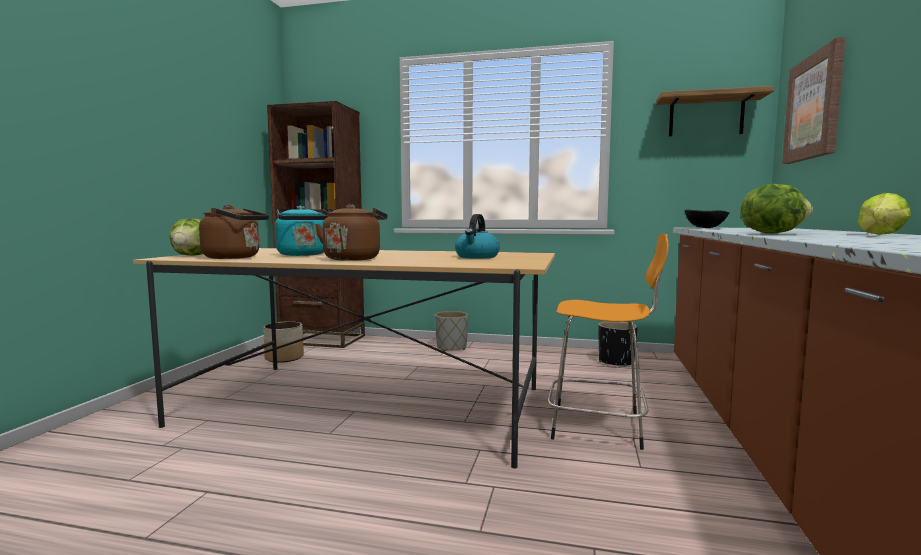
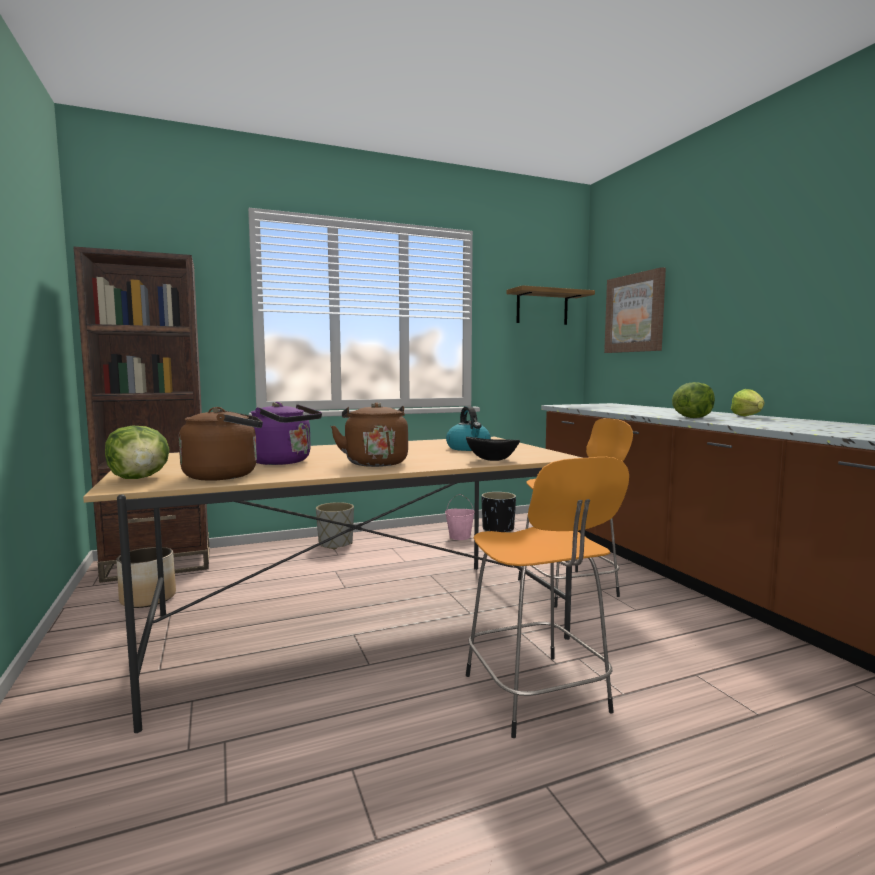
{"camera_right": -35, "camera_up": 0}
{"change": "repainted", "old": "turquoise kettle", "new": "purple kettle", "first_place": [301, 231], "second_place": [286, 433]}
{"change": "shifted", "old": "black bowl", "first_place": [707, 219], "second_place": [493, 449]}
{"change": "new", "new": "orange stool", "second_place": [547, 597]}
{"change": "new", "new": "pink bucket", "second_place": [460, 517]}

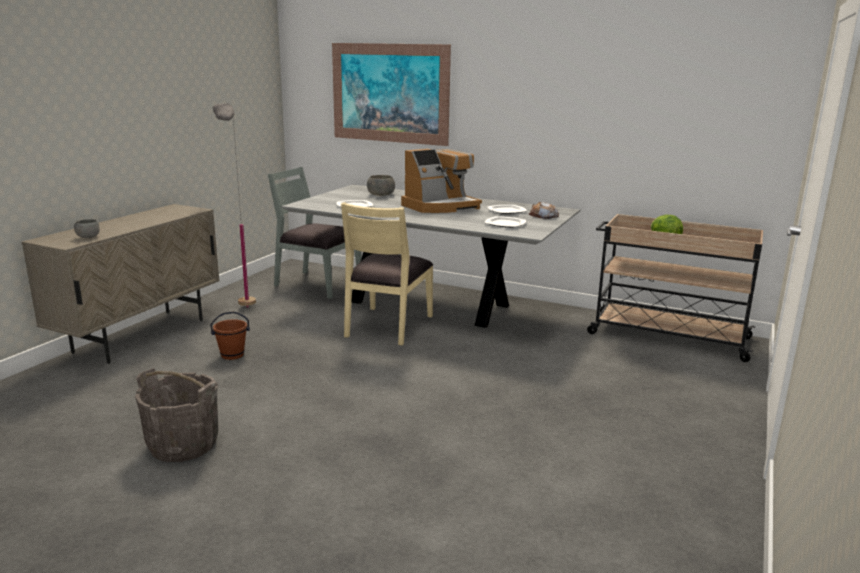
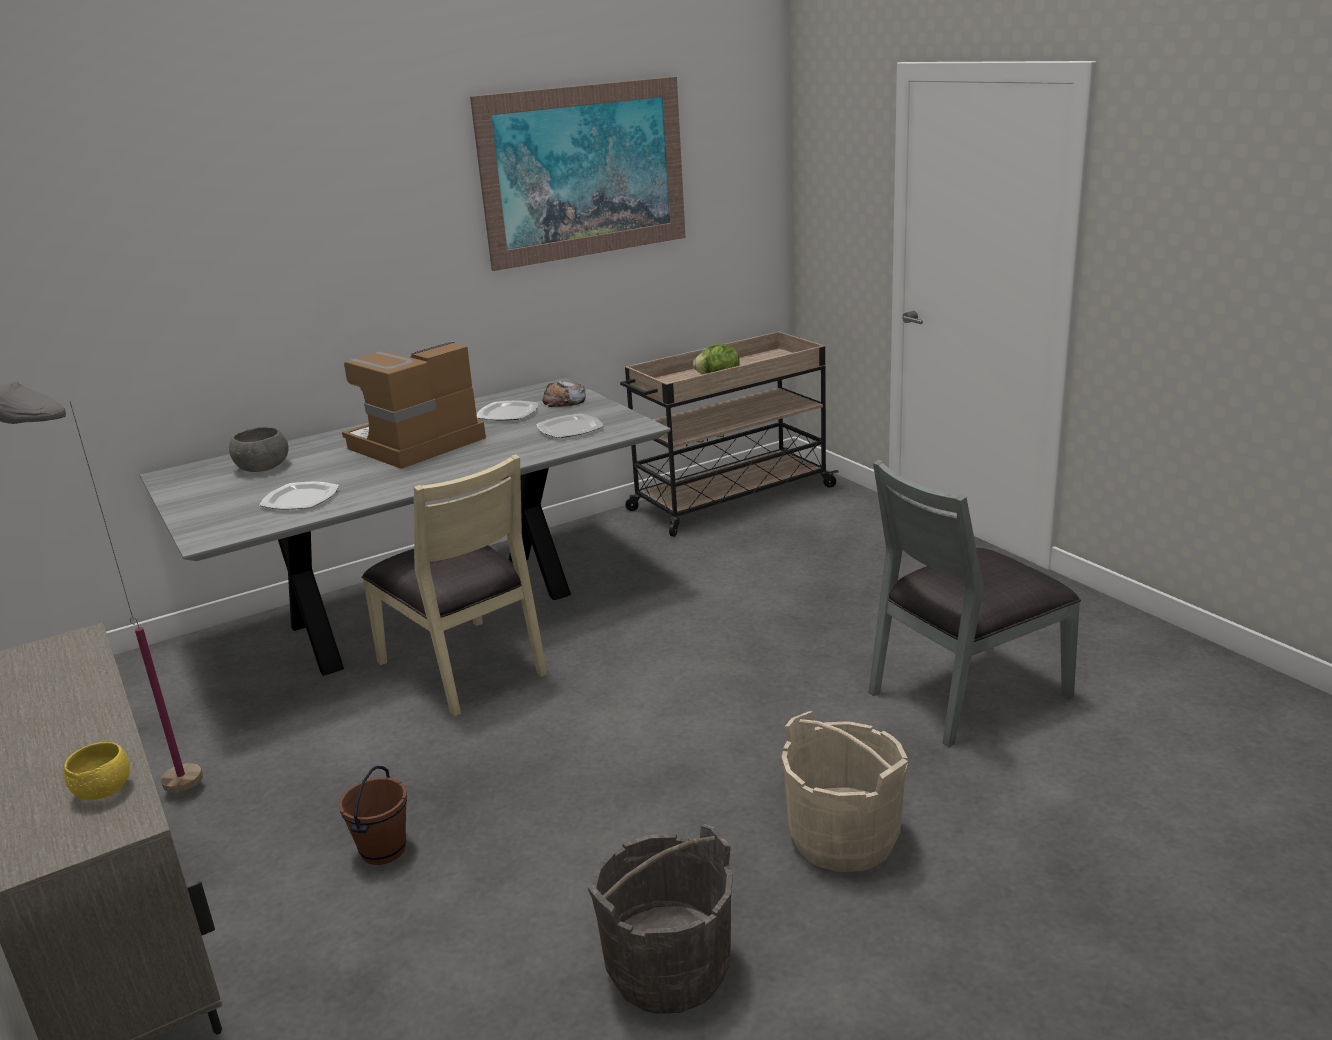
{"camera_right": -55, "camera_up": 5}
{"change": "shifted", "old": "picture", "first_place": [391, 94], "second_place": [578, 174]}
{"change": "rotated", "old": "coffee machine", "first_place": [441, 181], "second_place": [414, 405], "degrees": -135}
{"change": "shifted", "old": "grey chair", "first_place": [315, 233], "second_place": [975, 603]}
{"change": "repainted", "old": "grey bowl", "new": "yellow bowl", "first_place": [87, 228], "second_place": [97, 771]}
{"change": "new", "new": "beige bucket", "second_place": [844, 791]}

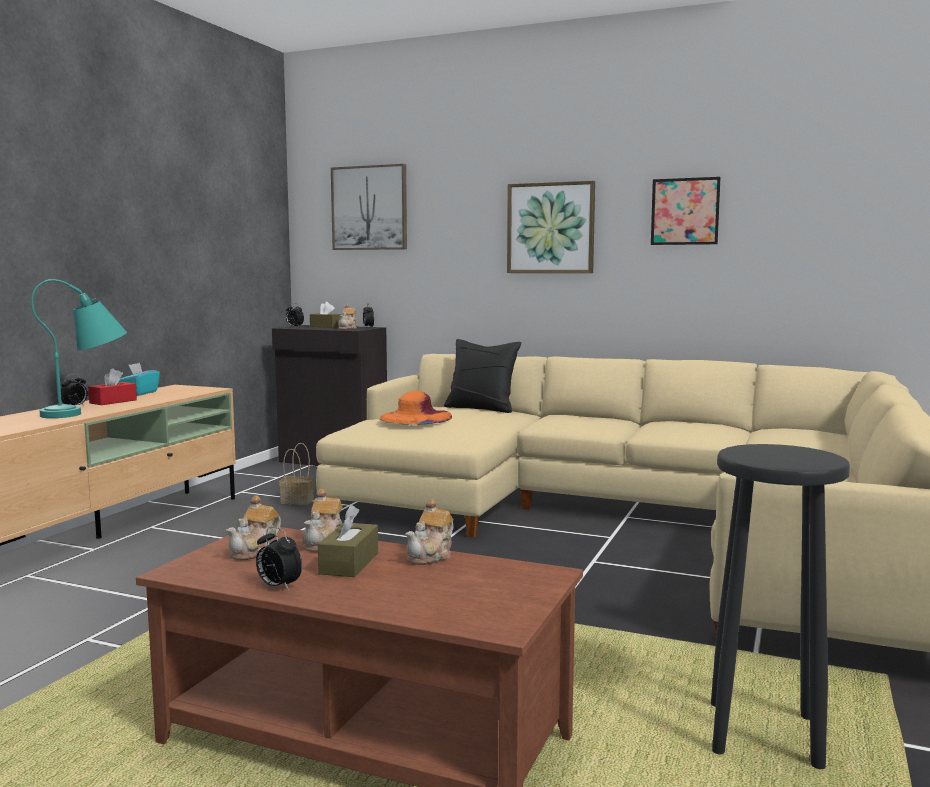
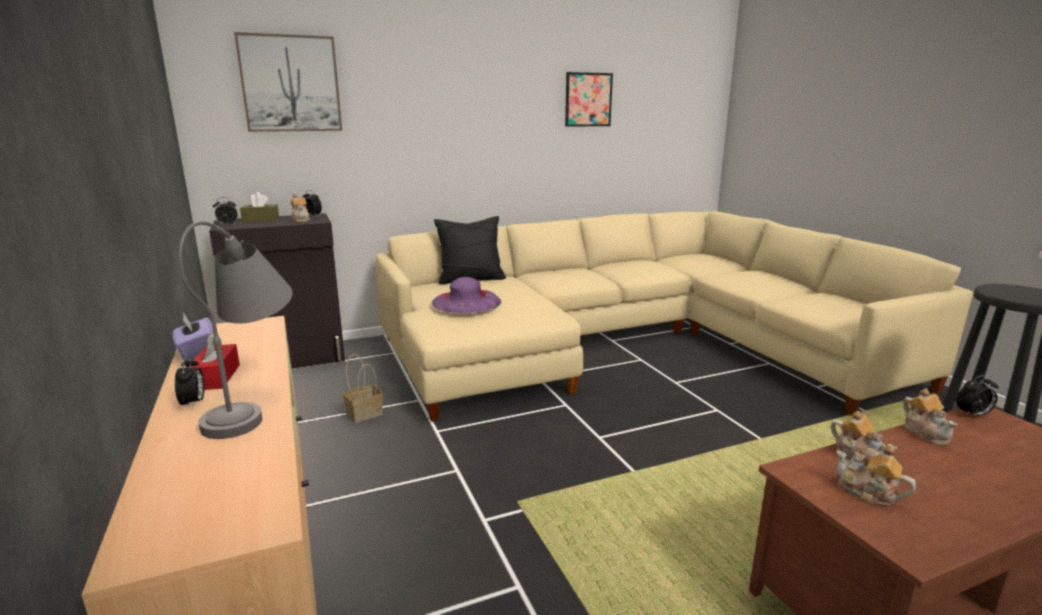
{"camera_right": -45, "camera_up": 10}
{"change": "gone", "old": "picture", "first_place": [551, 227]}
{"change": "repainted", "old": "turquoise table lamp", "new": "grey table lamp", "first_place": [79, 348], "second_place": [235, 330]}
{"change": "repainted", "old": "turquoise tissue box", "new": "purple tissue box", "first_place": [139, 379], "second_place": [193, 338]}
{"change": "repainted", "old": "orange hat", "new": "purple hat", "first_place": [415, 408], "second_place": [466, 295]}
{"change": "rotated", "old": "teapot", "first_place": [253, 528], "second_place": [876, 475], "degrees": 150}
{"change": "gone", "old": "brown tissue box", "first_place": [348, 541]}
{"change": "shifted", "old": "alarm clock", "first_place": [279, 558], "second_place": [977, 396]}

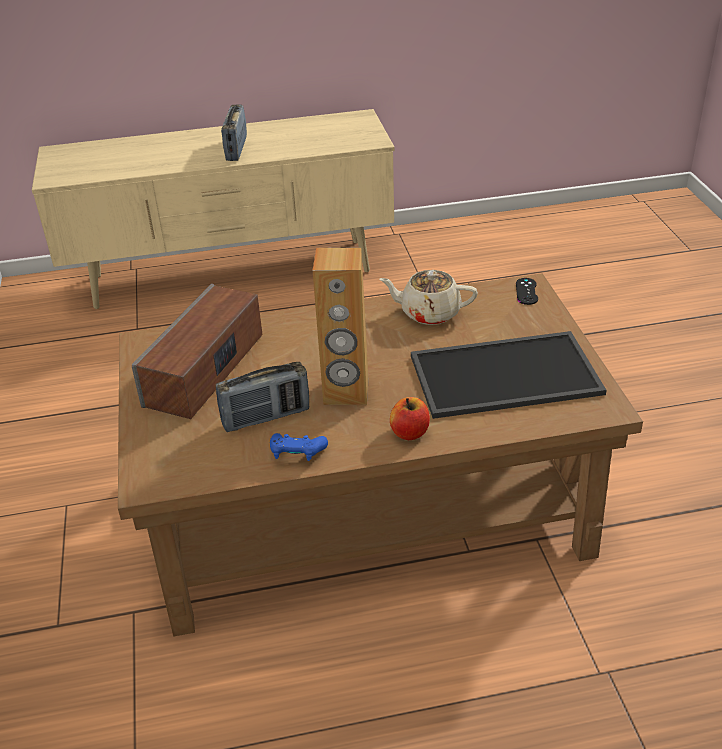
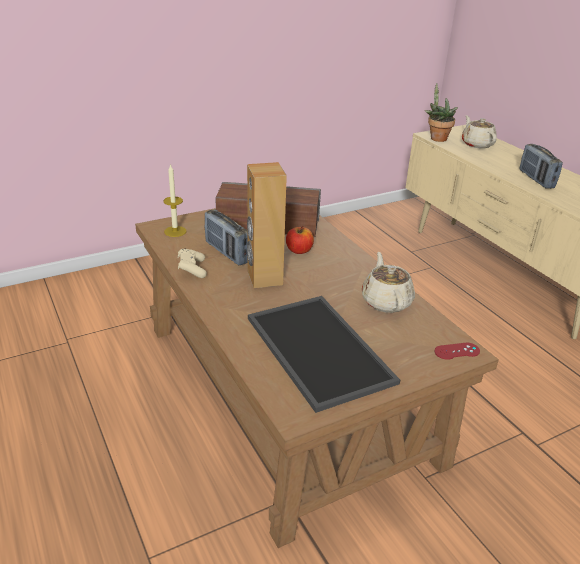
{"camera_right": 70, "camera_up": -5}
{"change": "rotated", "old": "radio", "first_place": [234, 132], "second_place": [541, 166], "degrees": -90}
{"change": "repainted", "old": "black game controller", "new": "red game controller", "first_place": [527, 291], "second_place": [457, 351]}
{"change": "shifted", "old": "apple", "first_place": [410, 418], "second_place": [300, 240]}
{"change": "repainted", "old": "blue game controller", "new": "beige game controller", "first_place": [299, 447], "second_place": [192, 263]}
{"change": "new", "new": "potted plant", "second_place": [441, 112]}
{"change": "new", "new": "beige teapot", "second_place": [479, 131]}
{"change": "new", "new": "candle", "second_place": [175, 200]}

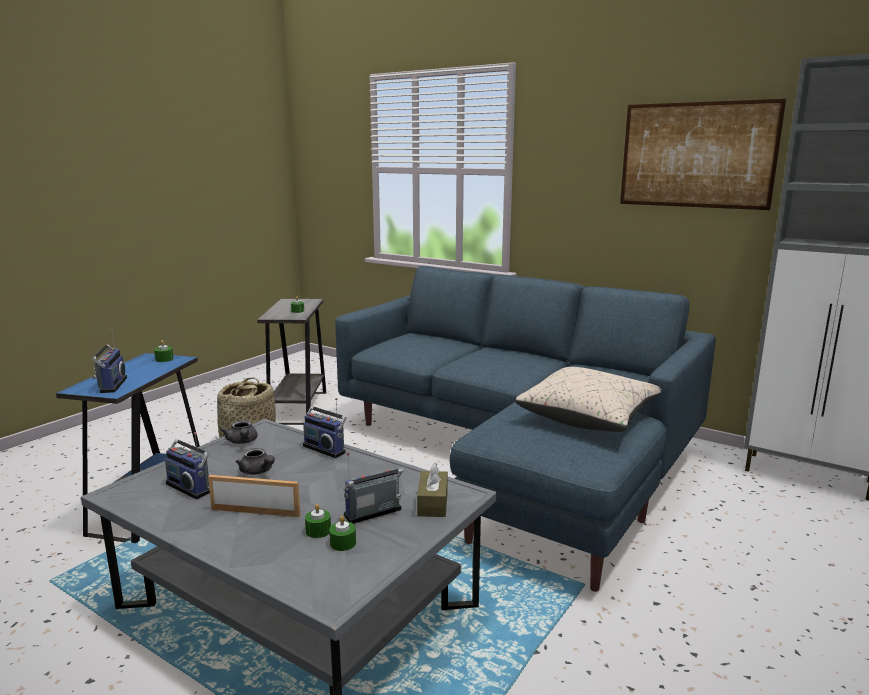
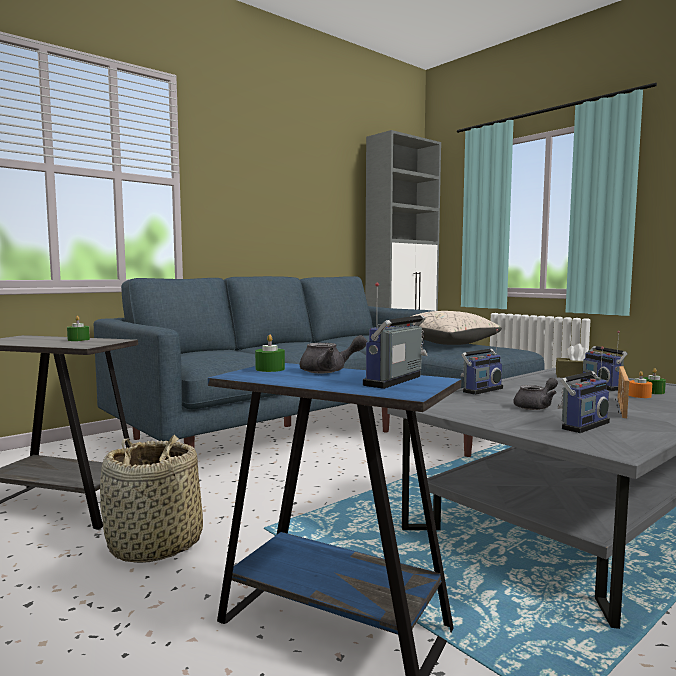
{"camera_right": -75, "camera_up": -10}
{"change": "gone", "old": "picture", "first_place": [703, 154]}
{"change": "rotated", "old": "radio", "first_place": [109, 359], "second_place": [395, 336], "degrees": -60}
{"change": "shifted", "old": "grey teapot", "first_place": [238, 432], "second_place": [334, 354]}
{"change": "repainted", "old": "green candle", "new": "orange candle", "first_place": [318, 521], "second_place": [640, 384]}

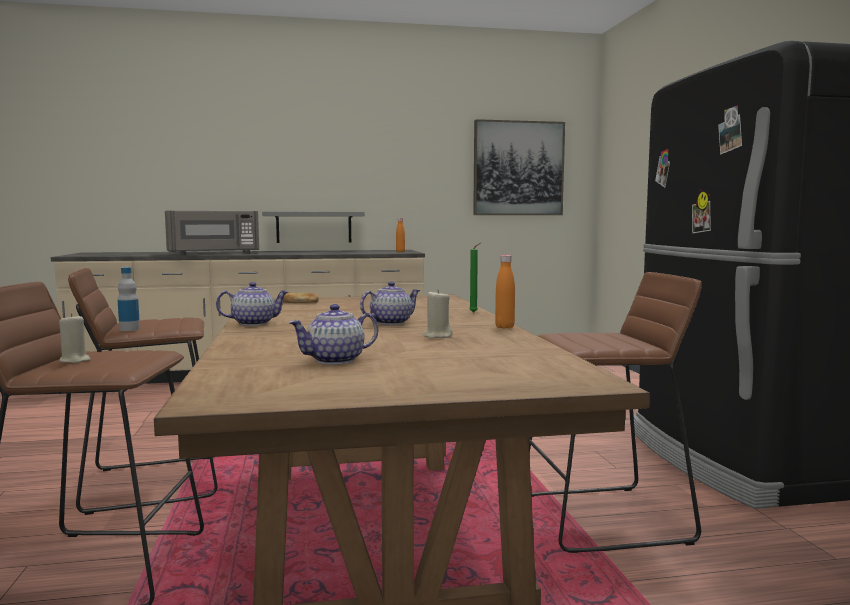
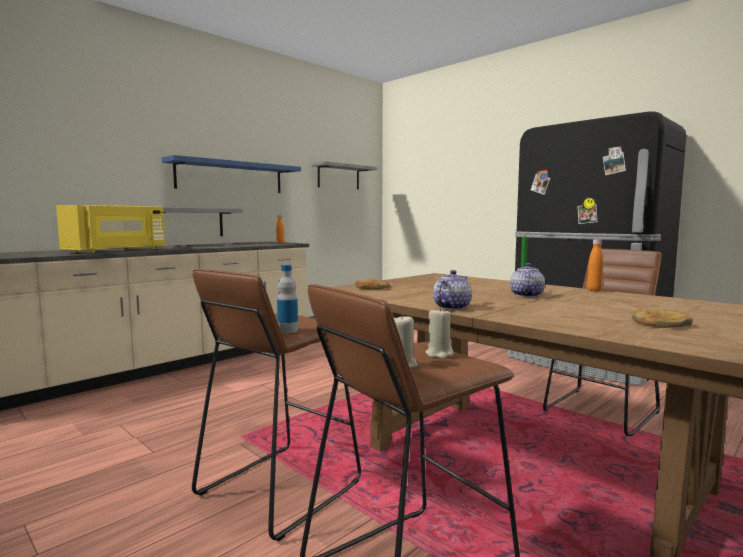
{"camera_right": -35, "camera_up": 0}
{"change": "swapped", "old": "picture", "new": "grey shelf", "first_place": [519, 167], "second_place": [344, 175]}
{"change": "repainted", "old": "grey microwave", "new": "yellow microwave", "first_place": [212, 232], "second_place": [110, 229]}
{"change": "shifted", "old": "beige candle", "first_place": [438, 314], "second_place": [439, 333]}
{"change": "swapped", "old": "teapot", "new": "bread", "first_place": [333, 334], "second_place": [662, 318]}
{"change": "new", "new": "blue shelf", "second_place": [231, 174]}

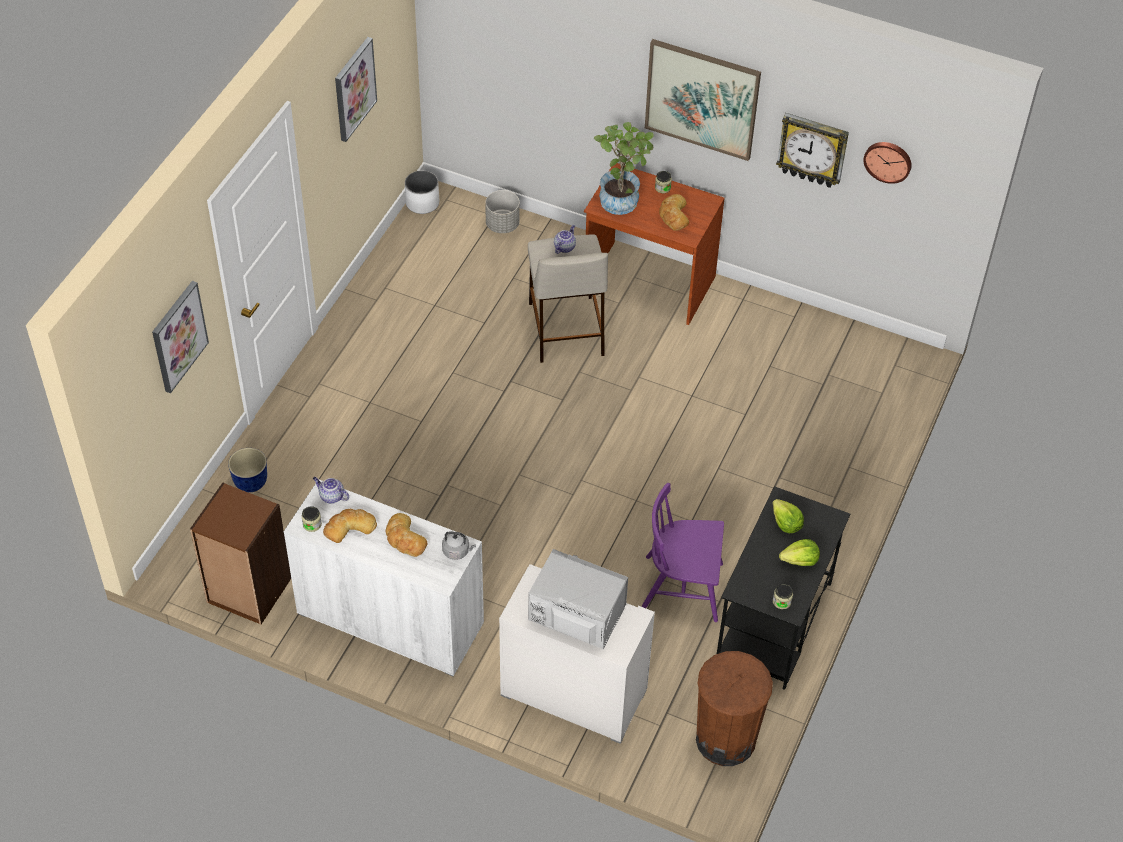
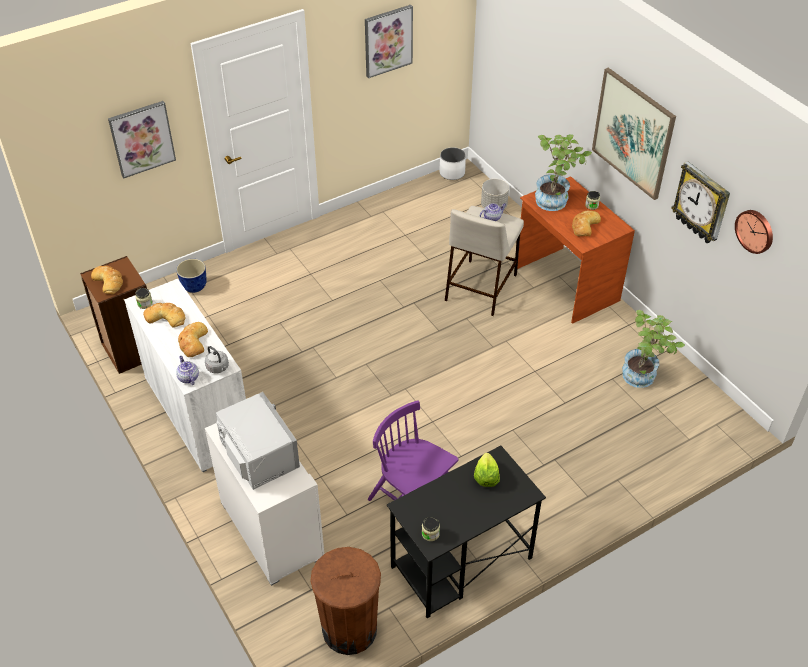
{"camera_right": 35, "camera_up": -5}
{"change": "shifted", "old": "teapot", "first_place": [331, 490], "second_place": [187, 370]}
{"change": "gone", "old": "lettuce", "first_place": [799, 552]}
{"change": "new", "new": "bread", "second_place": [107, 280]}
{"change": "new", "new": "potted plant", "second_place": [653, 349]}

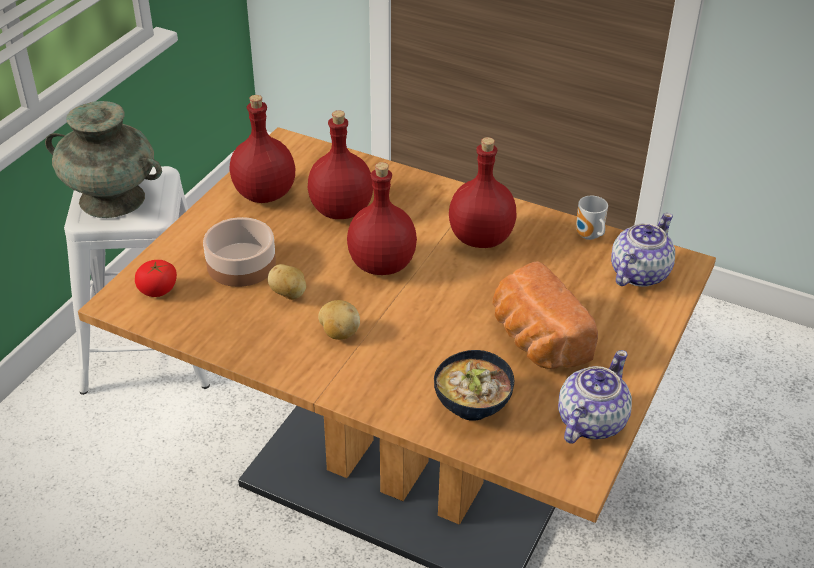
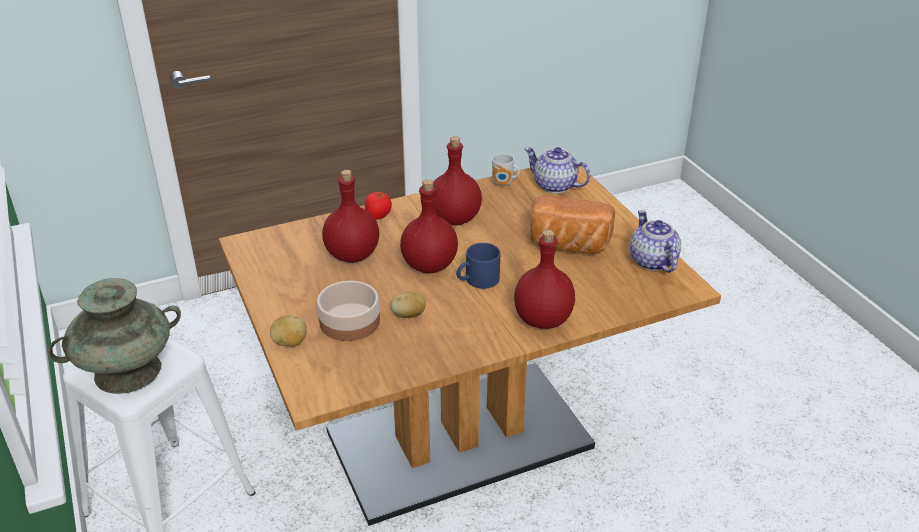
{"camera_right": -50, "camera_up": -5}
{"change": "shifted", "old": "red bottle", "first_place": [262, 149], "second_place": [544, 279]}
{"change": "rotated", "old": "teapot", "first_place": [643, 250], "second_place": [558, 170], "degrees": -45}
{"change": "shifted", "old": "tomato", "first_place": [156, 278], "second_place": [378, 206]}
{"change": "shifted", "old": "potato", "first_place": [339, 320], "second_place": [288, 331]}
{"change": "gone", "old": "bowl", "first_place": [474, 385]}
{"change": "new", "new": "blue mug", "second_place": [478, 266]}

